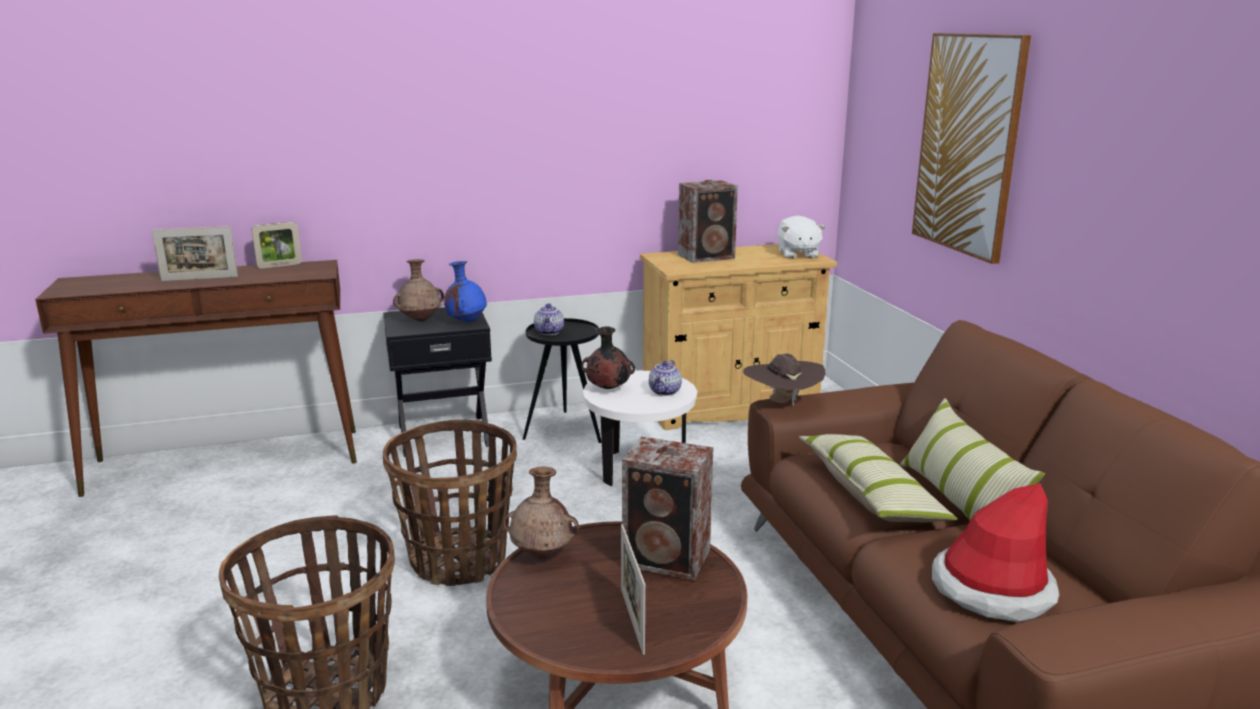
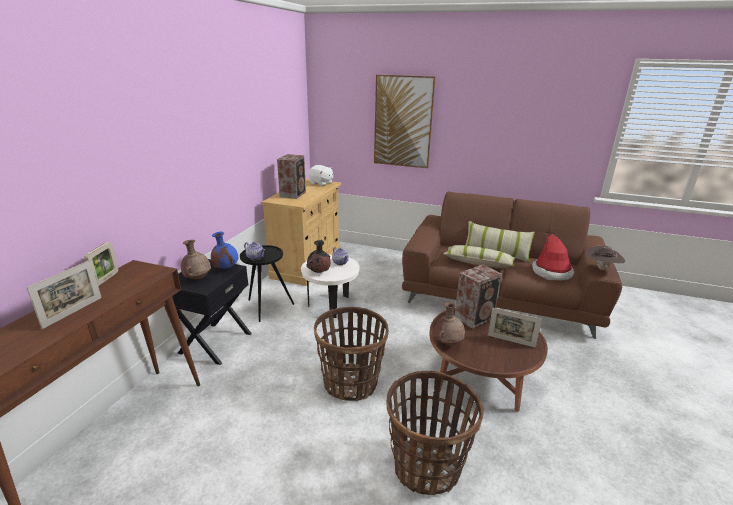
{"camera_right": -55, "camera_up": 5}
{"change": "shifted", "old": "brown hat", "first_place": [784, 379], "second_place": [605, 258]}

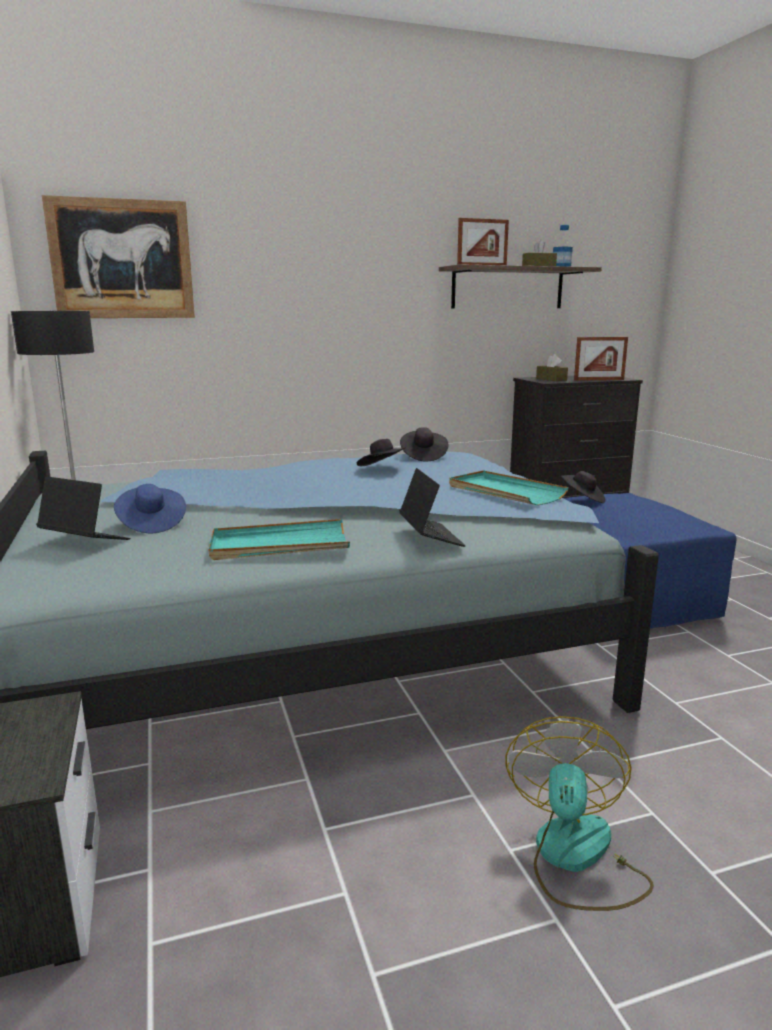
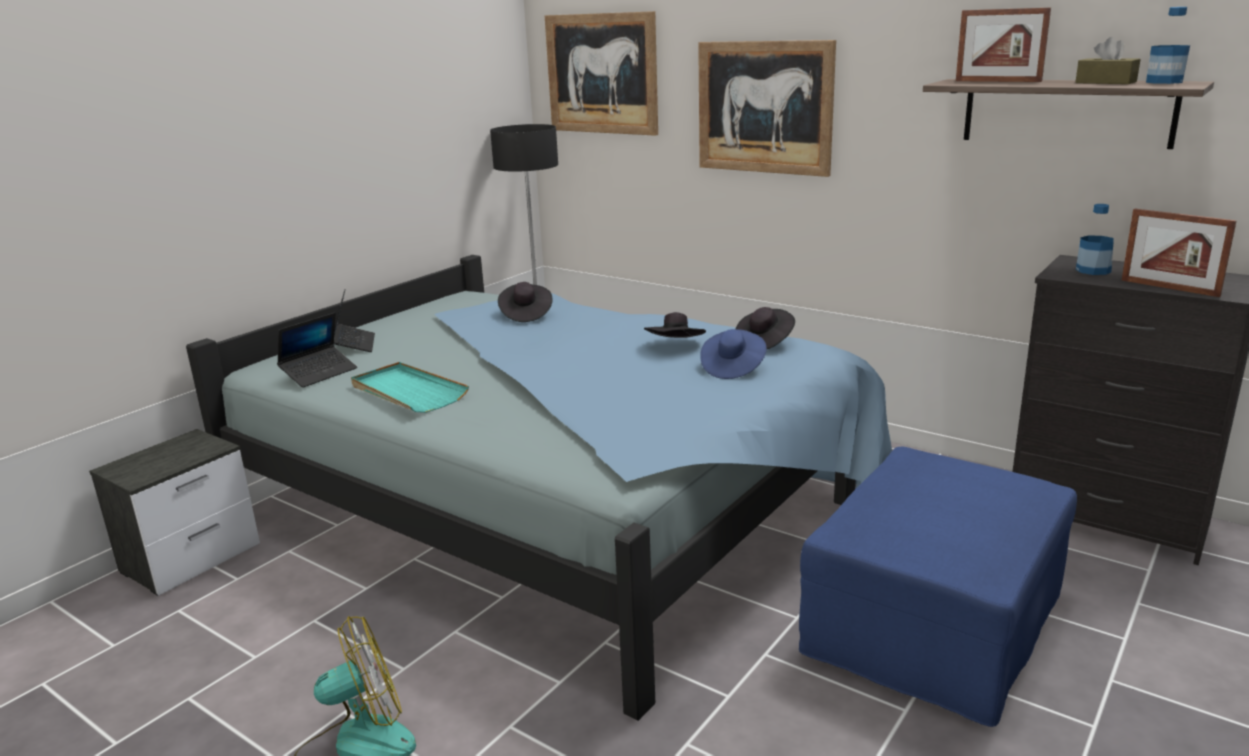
{"camera_right": 55, "camera_up": 5}
{"change": "swapped", "old": "brown tissue box", "new": "bottle", "first_place": [552, 367], "second_place": [1094, 239]}
{"change": "shifted", "old": "laptop", "first_place": [432, 507], "second_place": [317, 350]}
{"change": "gone", "old": "turquoise tray", "first_place": [509, 488]}
{"change": "shifted", "old": "black hat", "first_place": [583, 487], "second_place": [525, 302]}
{"change": "shifted", "old": "blue hat", "first_place": [150, 509], "second_place": [733, 354]}
{"change": "new", "new": "picture", "second_place": [767, 108]}

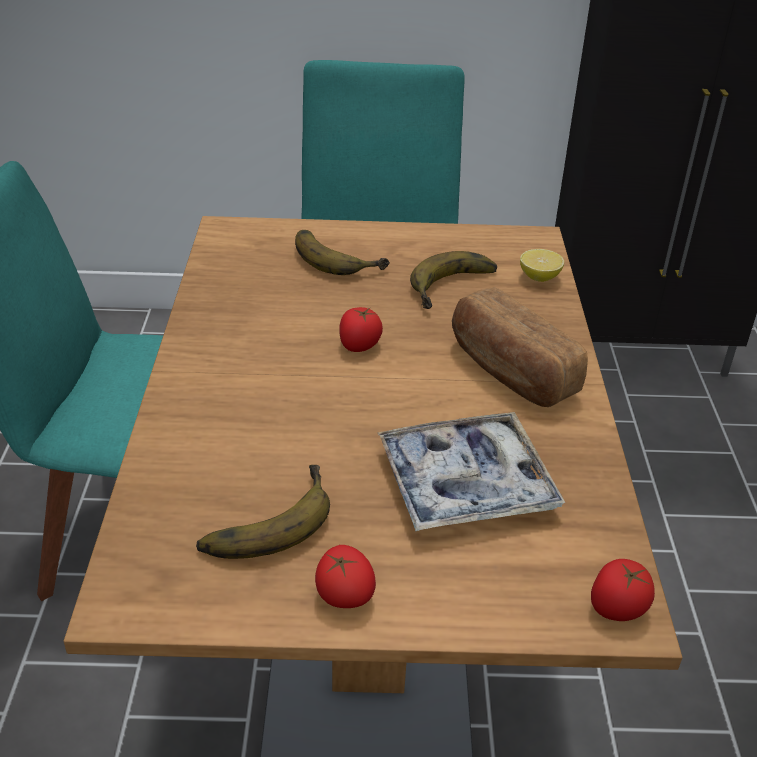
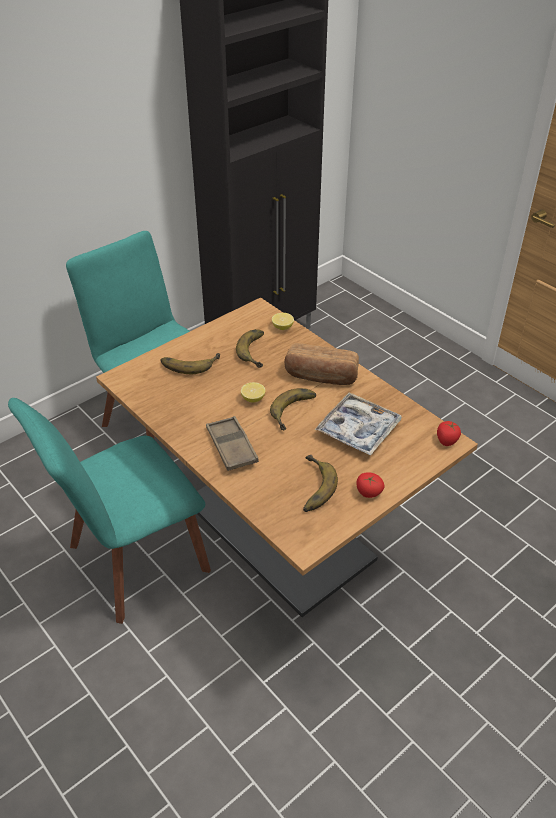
{"camera_right": -40, "camera_up": 5}
{"change": "swapped", "old": "tomato", "new": "lemon", "first_place": [361, 329], "second_place": [253, 392]}
{"change": "new", "new": "banana", "second_place": [293, 409]}
{"change": "new", "new": "brown tray", "second_place": [232, 443]}

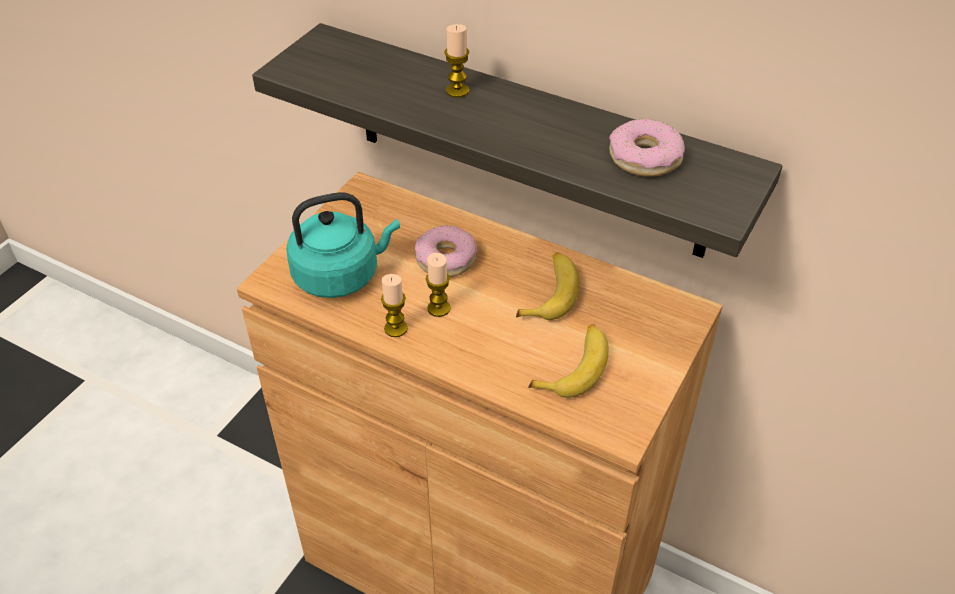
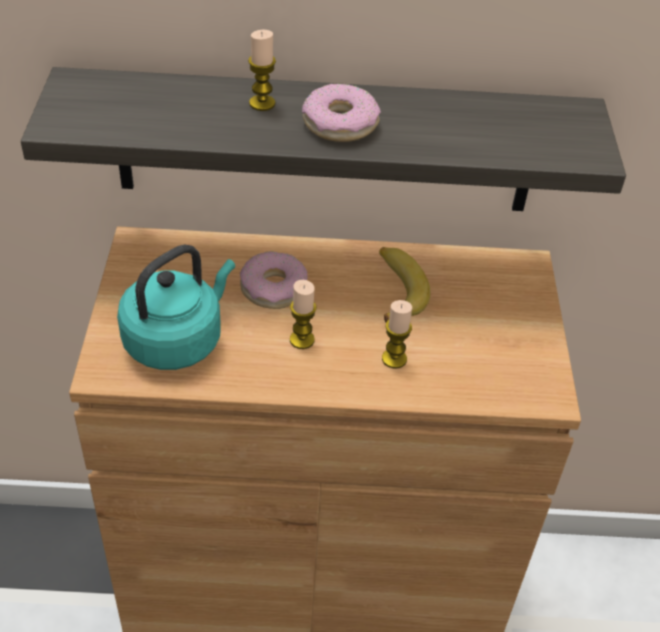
{"camera_right": -30, "camera_up": 0}
{"change": "shifted", "old": "donut", "first_place": [647, 148], "second_place": [341, 112]}
{"change": "shifted", "old": "candle", "first_place": [394, 305], "second_place": [397, 334]}
{"change": "gone", "old": "banana", "first_place": [568, 361]}

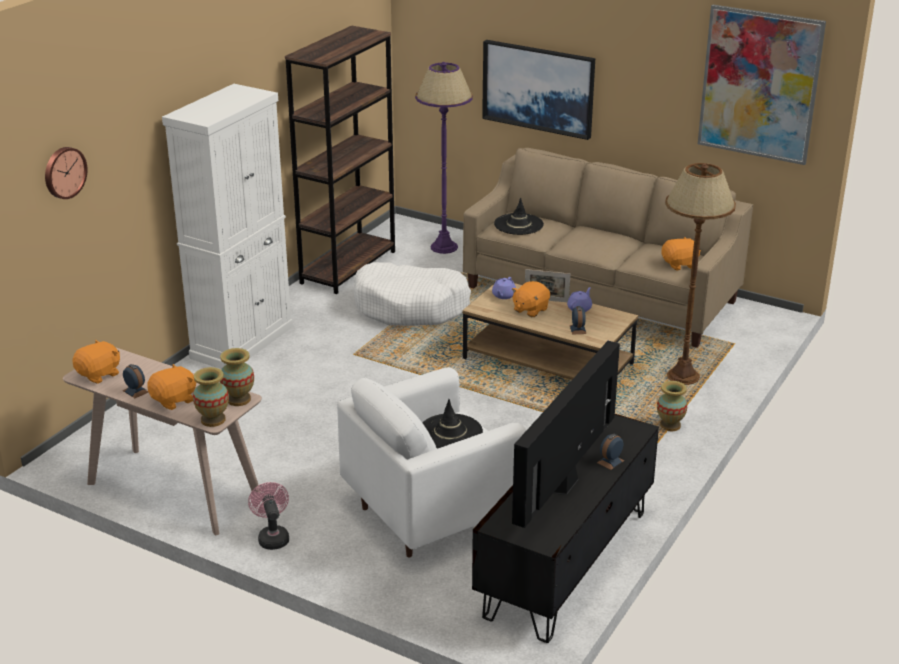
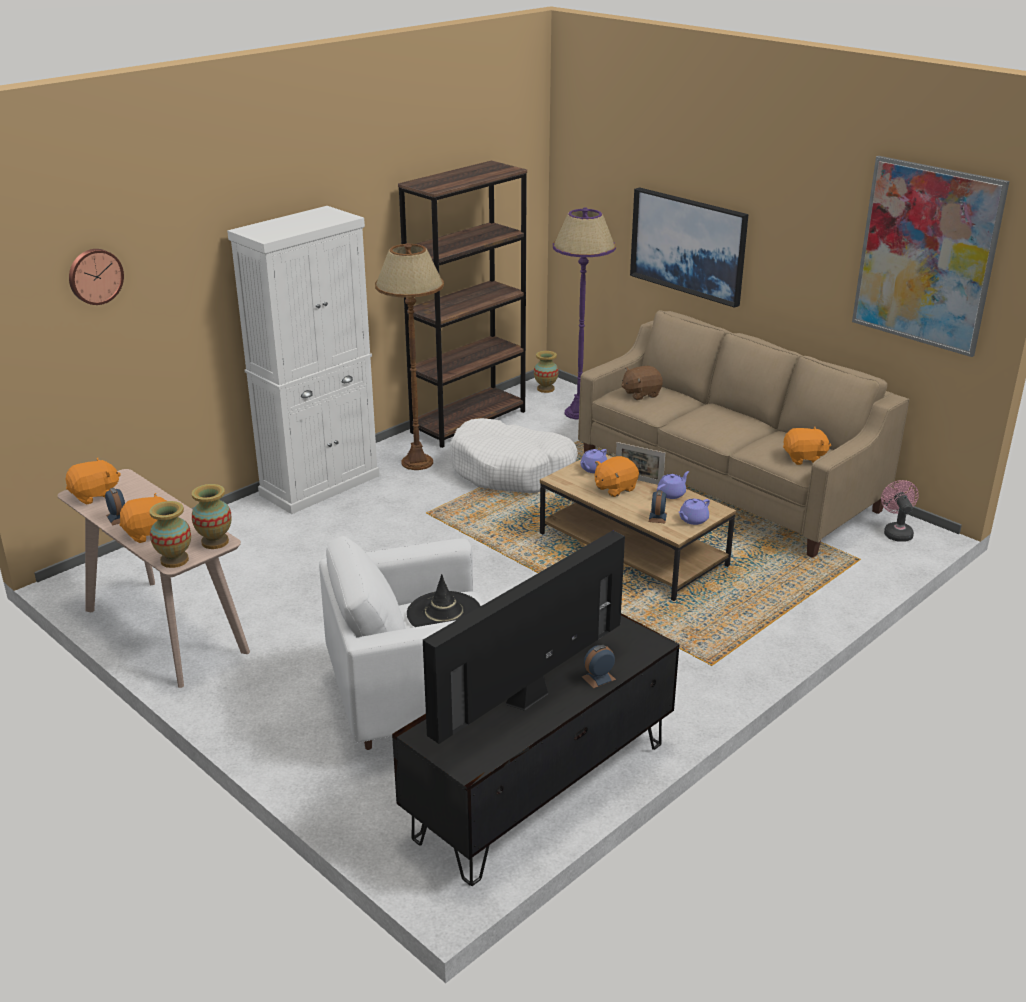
{"camera_right": 15, "camera_up": 0}
{"change": "shifted", "old": "brown floor lamp", "first_place": [700, 274], "second_place": [409, 356]}
{"change": "swapped", "old": "black hat", "new": "brown plush toy", "first_place": [519, 216], "second_place": [642, 383]}
{"change": "shifted", "old": "vase", "first_place": [672, 406], "second_place": [546, 372]}
{"change": "shifted", "old": "pink fan", "first_place": [268, 516], "second_place": [900, 511]}
{"change": "new", "new": "purple teapot", "second_place": [694, 512]}

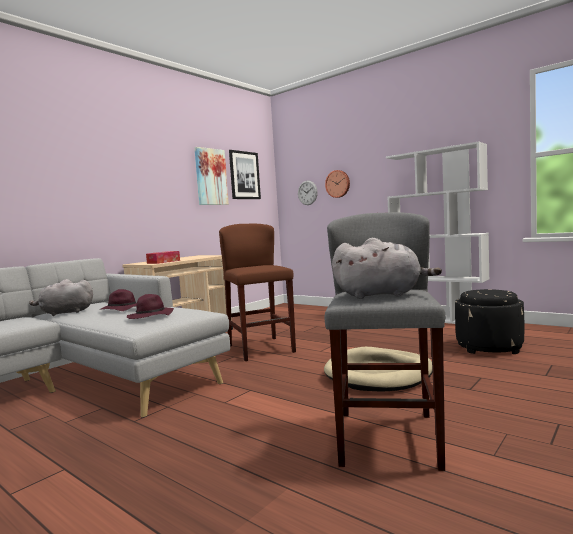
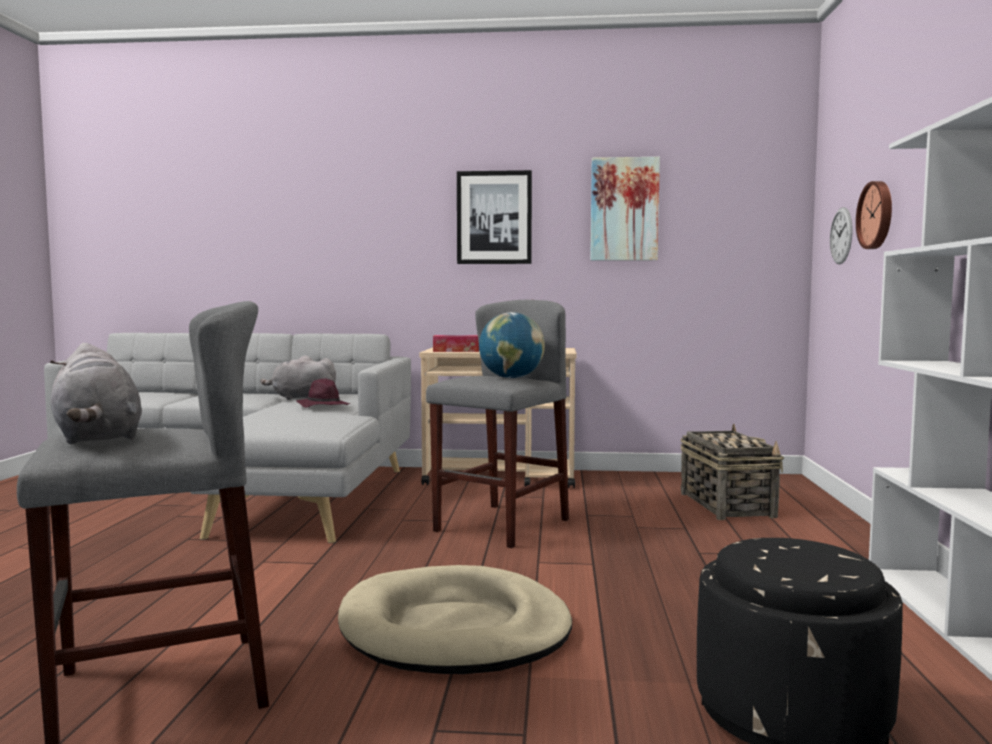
{"camera_right": 55, "camera_up": 0}
{"change": "shifted", "old": "picture", "first_place": [245, 174], "second_place": [494, 217]}
{"change": "repainted", "old": "brown stool", "new": "grey stool", "first_place": [257, 292], "second_place": [497, 424]}
{"change": "rotated", "old": "grey plush toy", "first_place": [61, 297], "second_place": [298, 377], "degrees": -45}
{"change": "gone", "old": "purple hat", "first_place": [150, 306]}
{"change": "new", "new": "globe", "second_place": [512, 345]}
{"change": "new", "new": "basket", "second_place": [732, 472]}

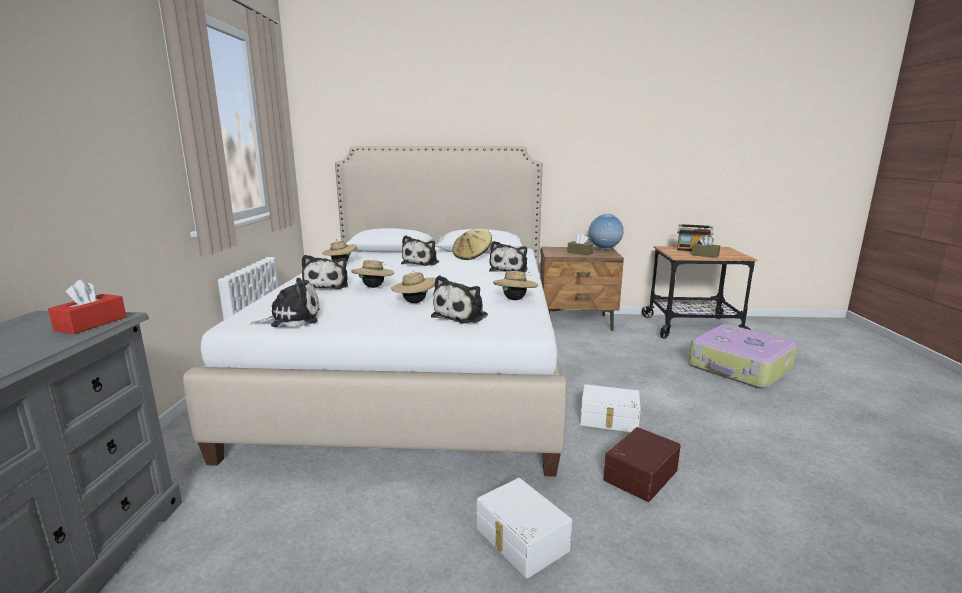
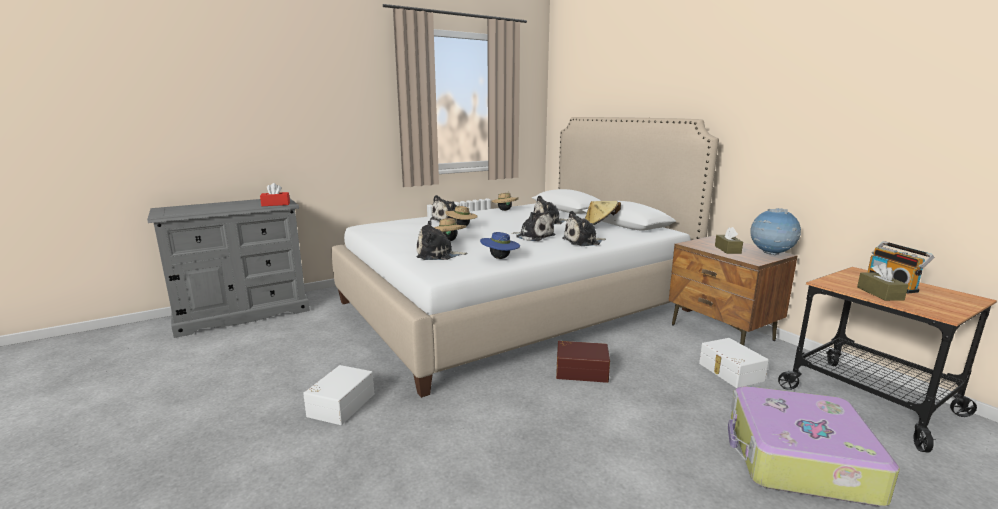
{"camera_right": 55, "camera_up": 0}
{"change": "repainted", "old": "beige hat", "new": "blue hat", "first_place": [515, 285], "second_place": [500, 245]}
{"change": "shifted", "old": "plush toy", "first_place": [285, 302], "second_place": [533, 226]}
{"change": "shifted", "old": "white storage box", "first_place": [610, 408], "second_place": [734, 363]}
{"change": "shifted", "old": "brown storage box", "first_place": [642, 464], "second_place": [583, 362]}

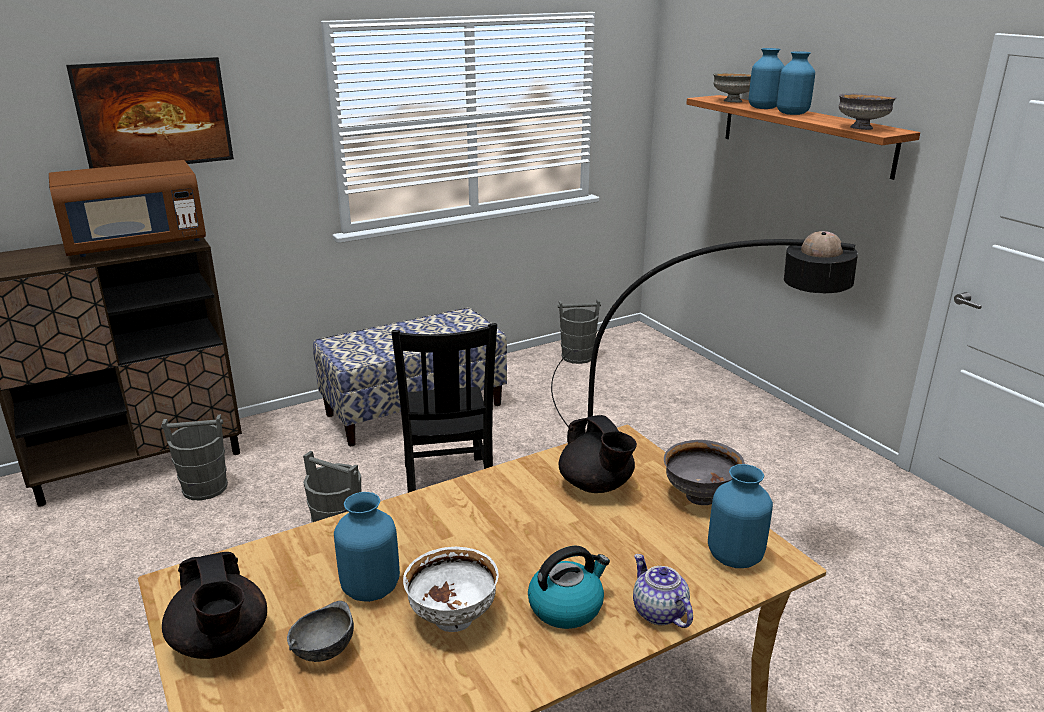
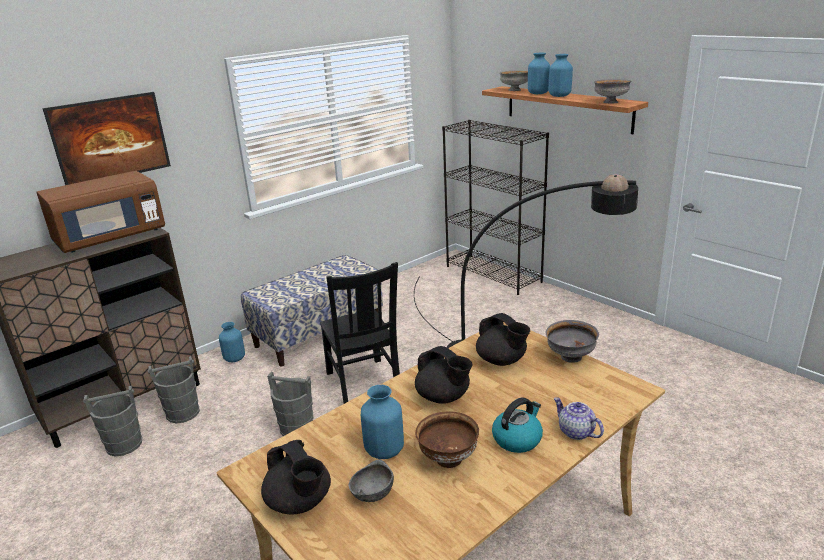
{"camera_right": -10, "camera_up": 0}
{"change": "shifted", "old": "grey bucket", "first_place": [579, 331], "second_place": [112, 420]}
{"change": "shifted", "old": "blue vase", "first_place": [740, 516], "second_place": [232, 342]}
{"change": "repainted", "old": "white bowl", "new": "brown bowl", "first_place": [451, 589], "second_place": [447, 440]}
{"change": "new", "new": "black bookcase", "second_place": [495, 207]}
{"change": "new", "new": "black teapot", "second_place": [443, 375]}

